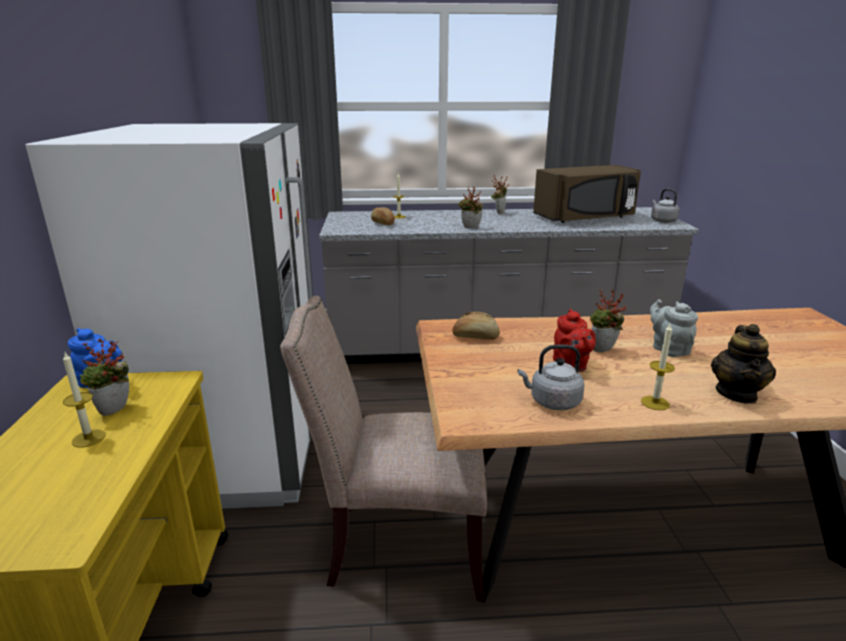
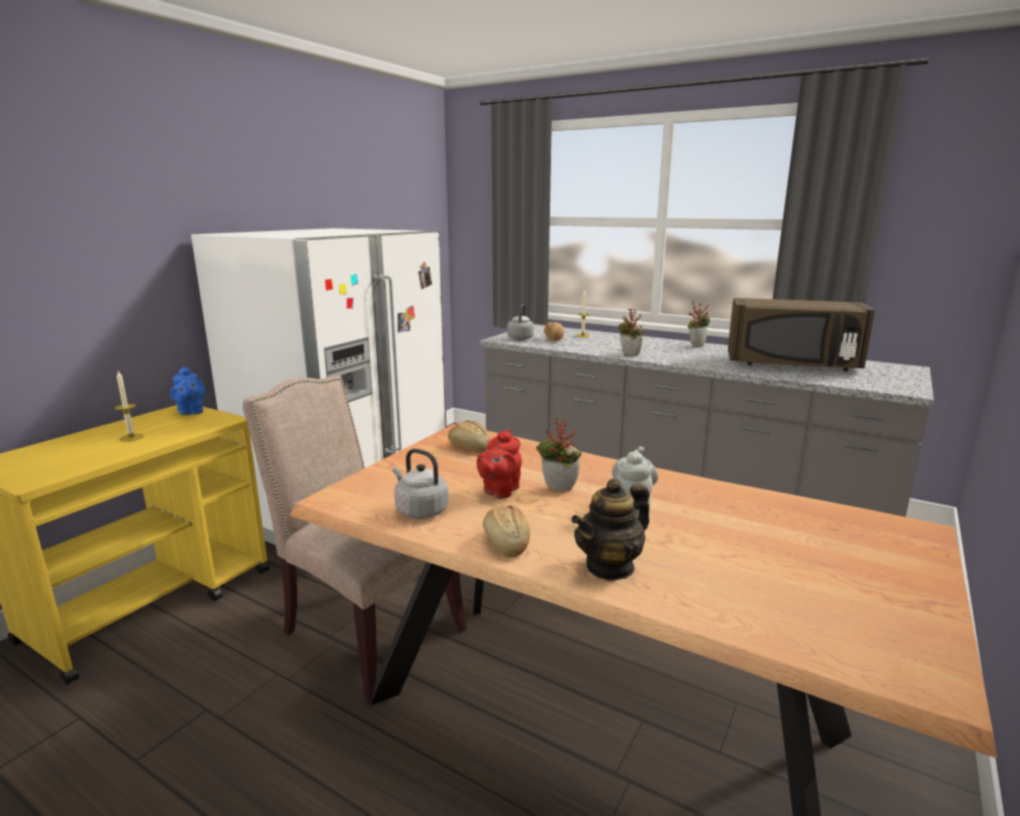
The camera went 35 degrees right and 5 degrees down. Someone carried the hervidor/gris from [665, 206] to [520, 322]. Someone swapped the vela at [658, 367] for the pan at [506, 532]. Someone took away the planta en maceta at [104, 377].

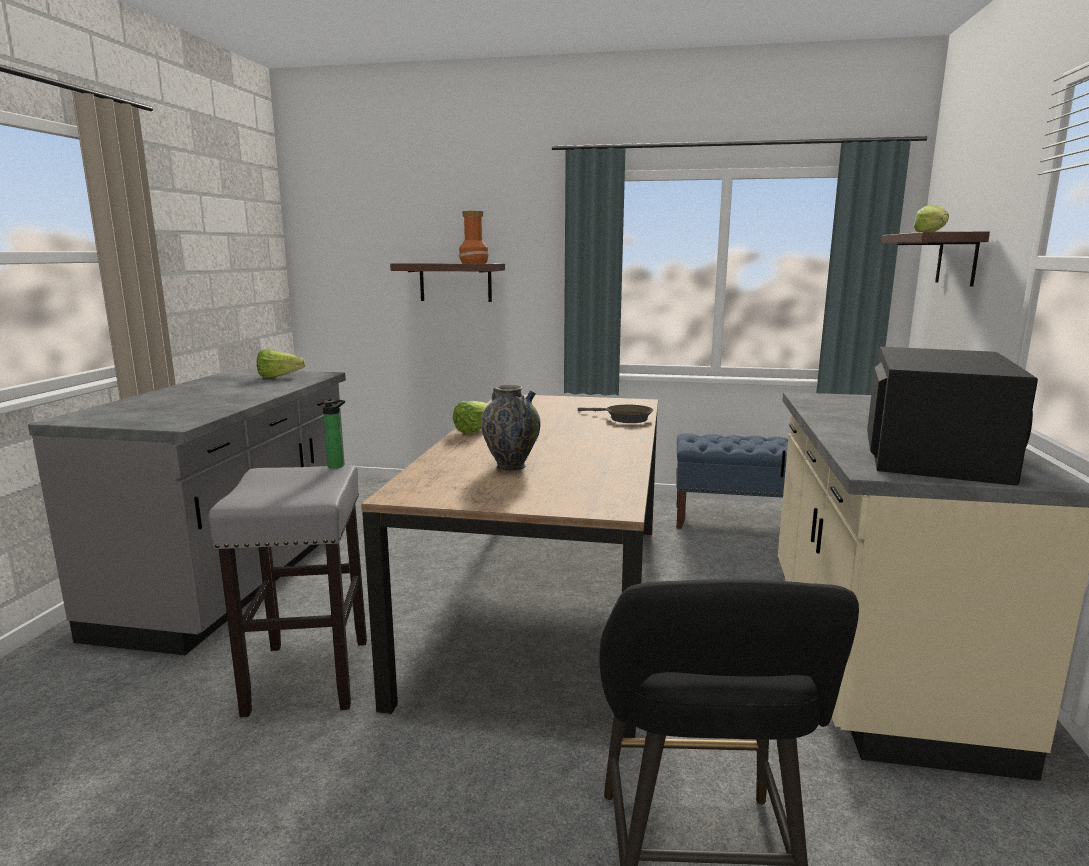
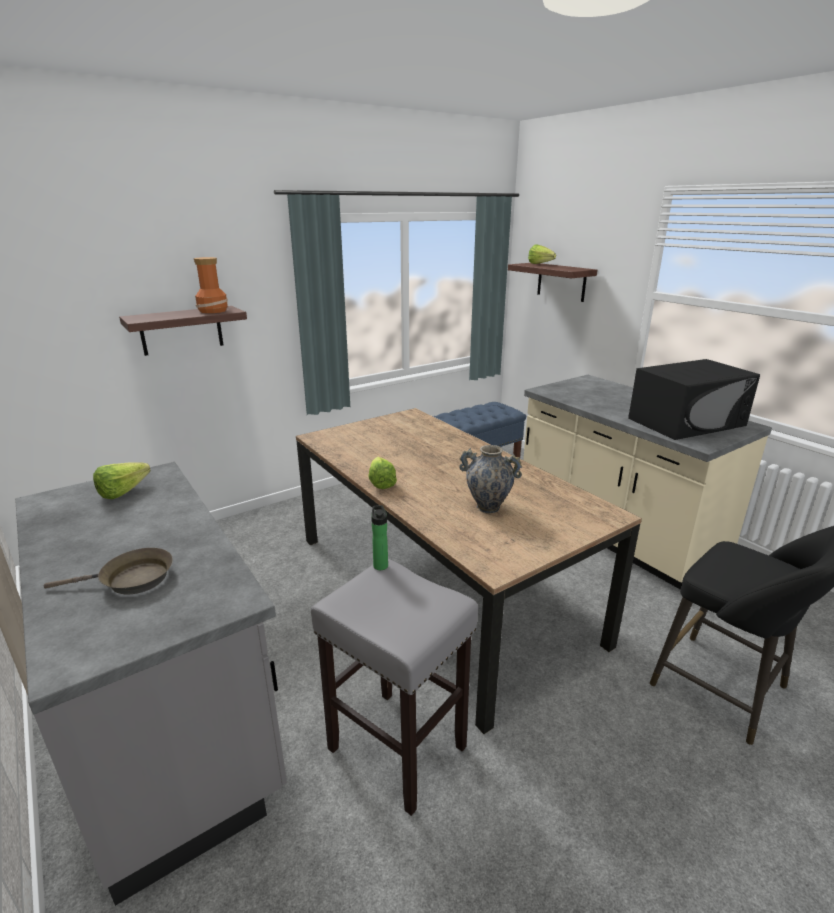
The camera went 45 degrees left and 10 degrees up. Someone rotated the microondas/negro at [952, 416] by 90 degrees clockwise. Someone carried the sartén/marrón from [615, 414] to [108, 571].

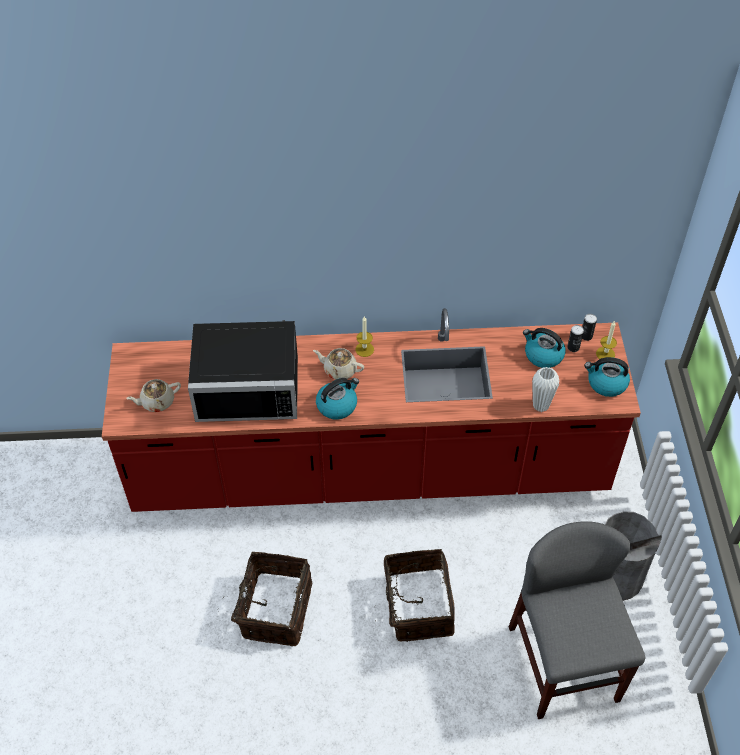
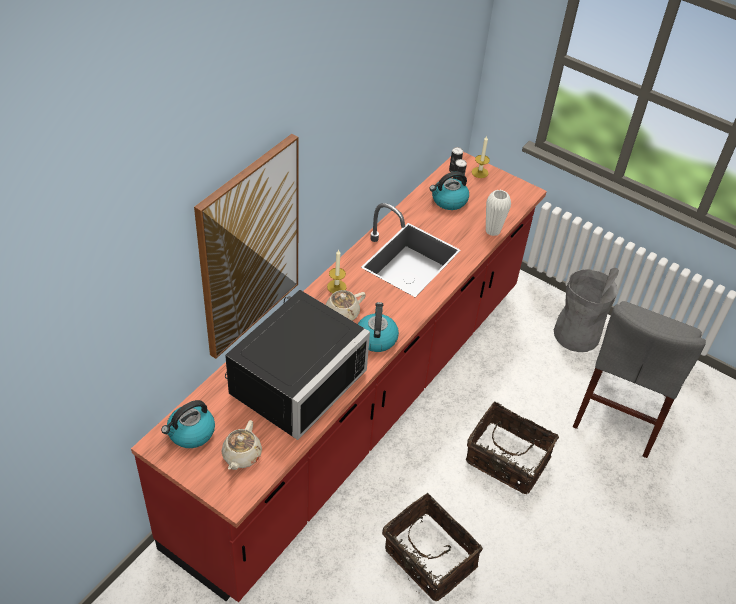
The camera went 55 degrees left and 5 degrees down. Someone carried the hervidor from [607, 377] to [188, 424]. Someone rotated the silla/gris at [577, 620] by 90 degrees counterclockwise. Someone put up the cuadro at [246, 246].

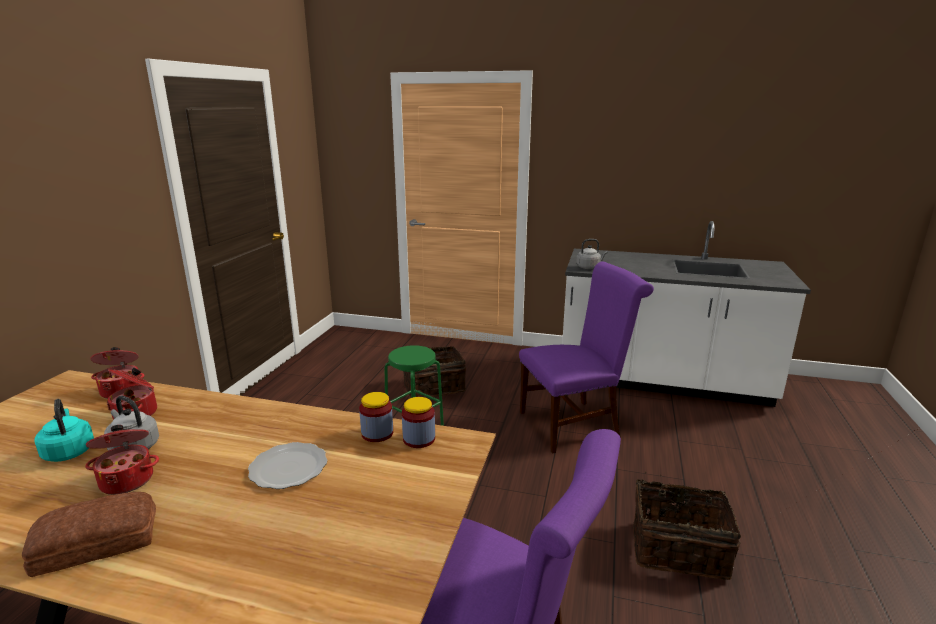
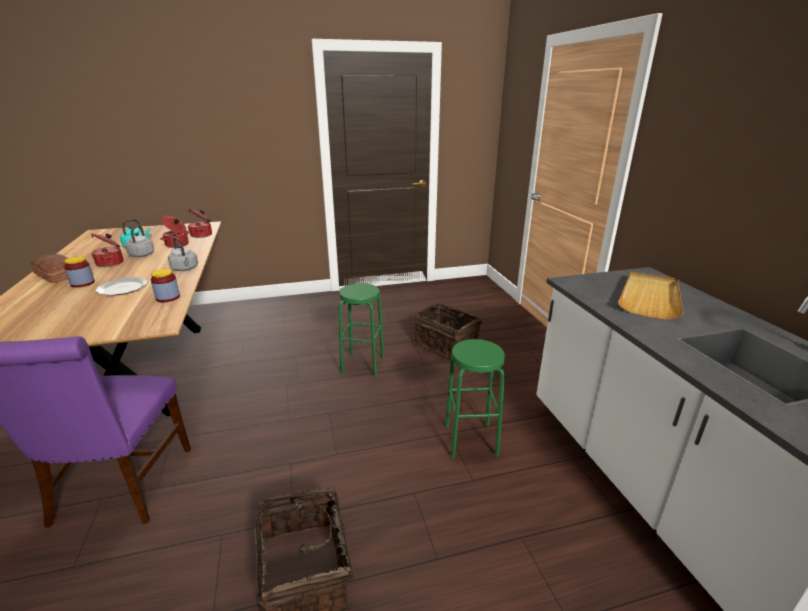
The camera went 60 degrees right and 5 degrees up. Someone carried the hervidor/gris from [592, 254] to [183, 254]. Someone swapped the silla/morado at [586, 357] for the taburete/verde at [475, 398]. Someone carried the tarro from [418, 422] to [79, 272]. Someone put down the bandeja/beis at [650, 296].

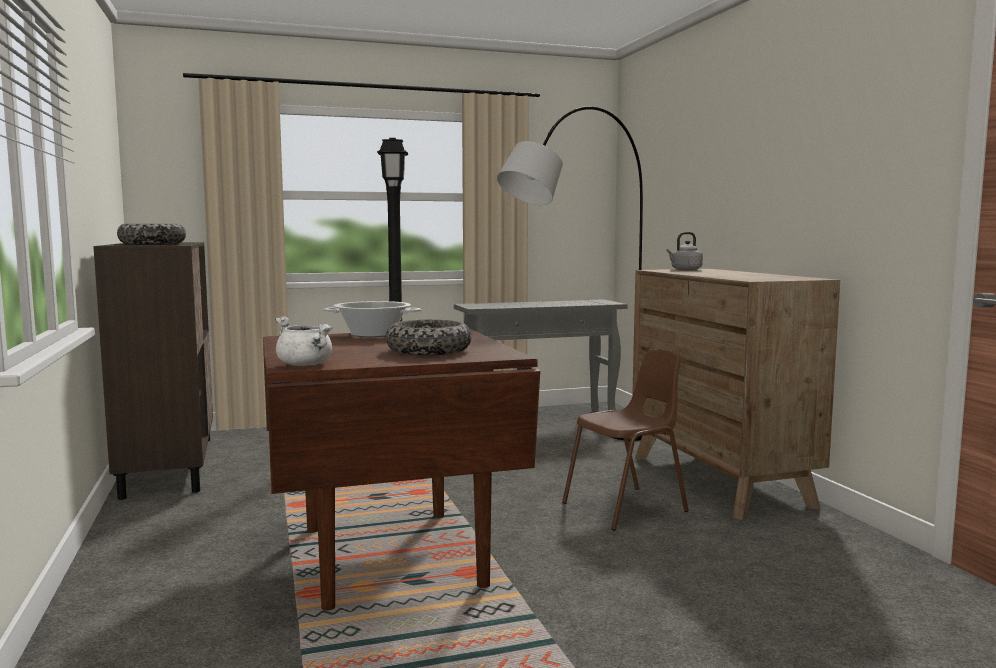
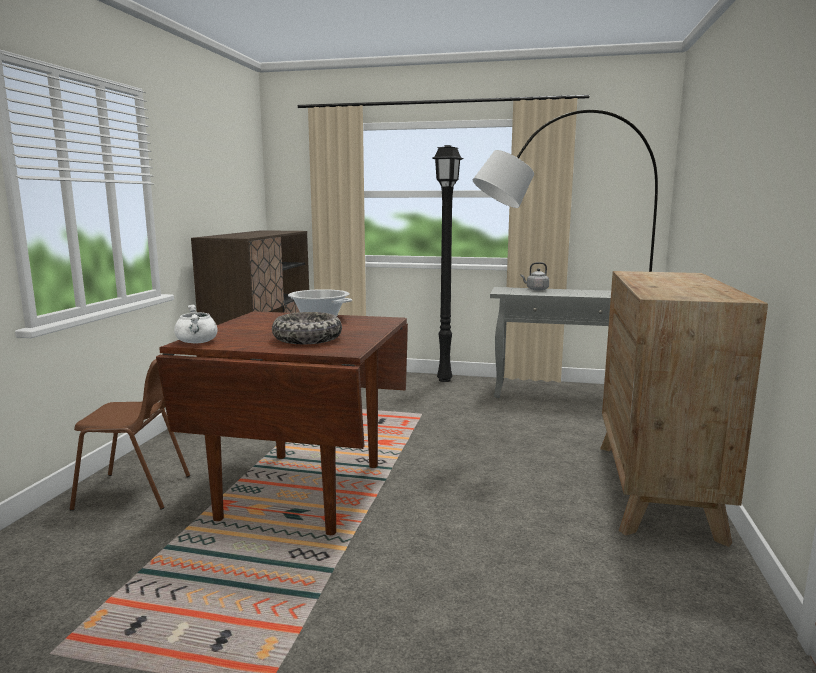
The camera went 30 degrees right and 5 degrees up. Someone took away the cuenco at [151, 234]. Someone carried the hervidor/gris from [684, 251] to [534, 276]. Someone carried the silla/marrón from [625, 440] to [130, 432].

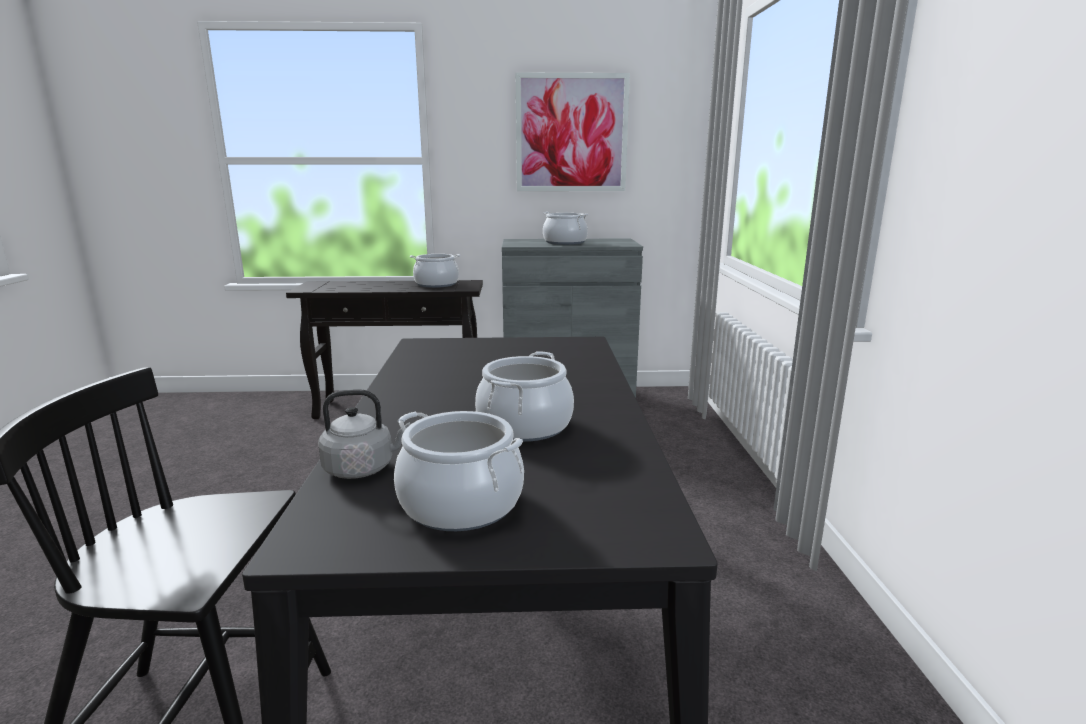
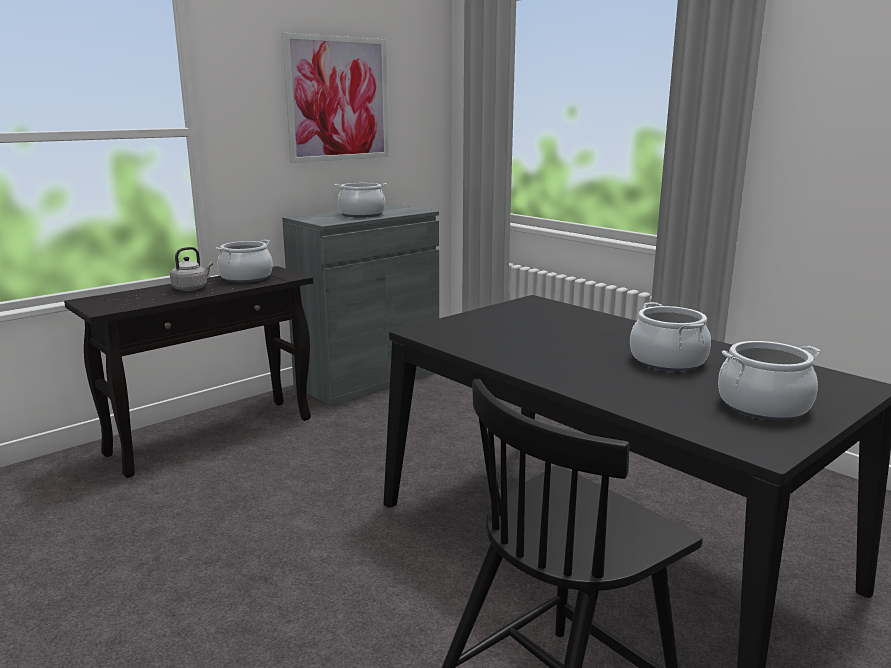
The camera went 40 degrees left and 0 degrees up. Someone carried the hervidor/gris from [364, 434] to [191, 269].

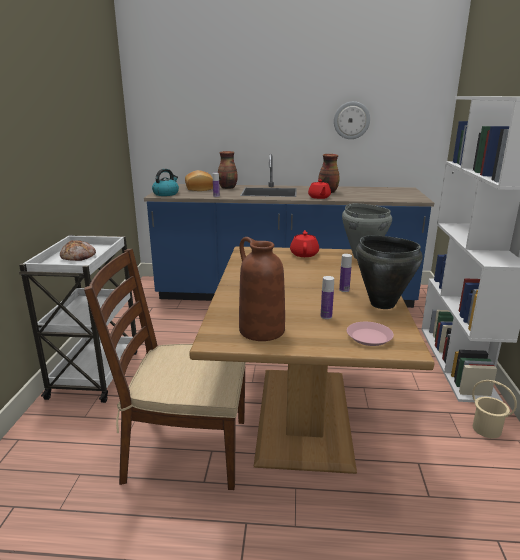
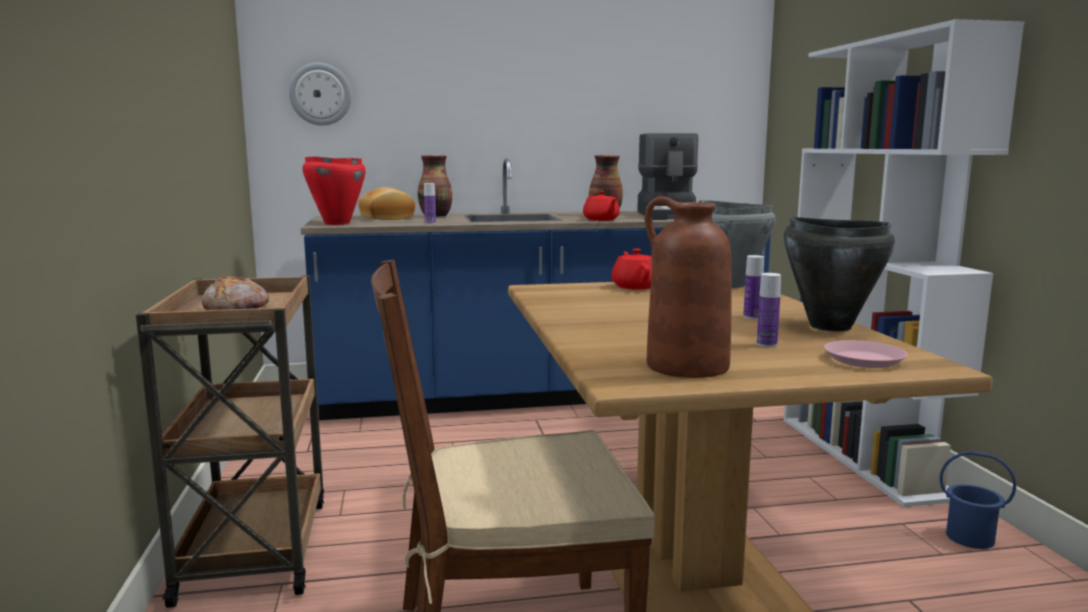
The camera went 15 degrees left and 10 degrees down. Someone carried the reloj de pared from [352, 120] to [320, 94]. Someone swapped the hervidor at [165, 182] for the olla/rojo at [334, 190]. Someone repainted the carrito/blanco at [78, 319], which became the carrito/marrón at [230, 441]. Someone repainted the cubo/beis at [494, 409], which became the cubo/azul at [978, 500]. Someone put down the cafetera at [667, 176].

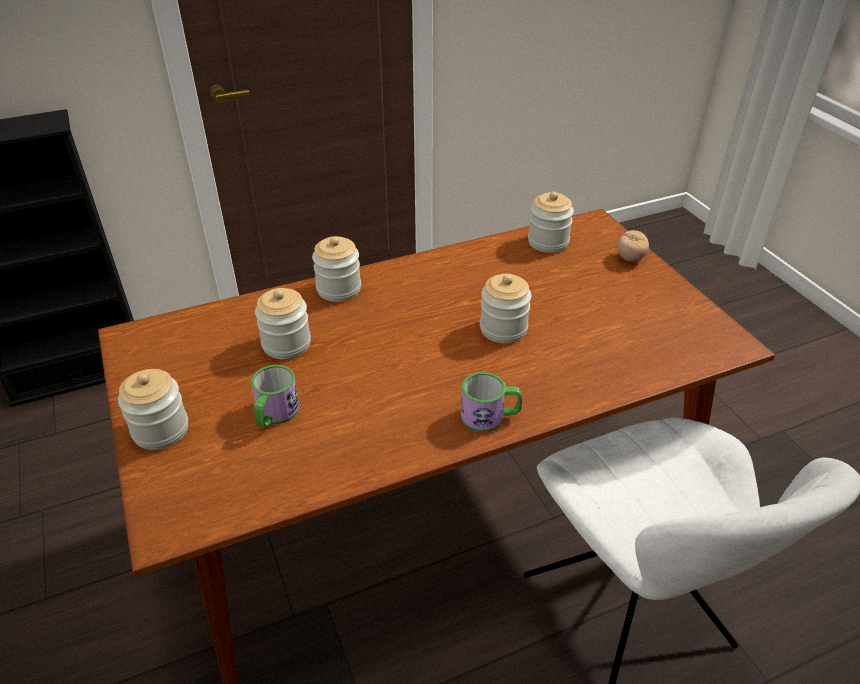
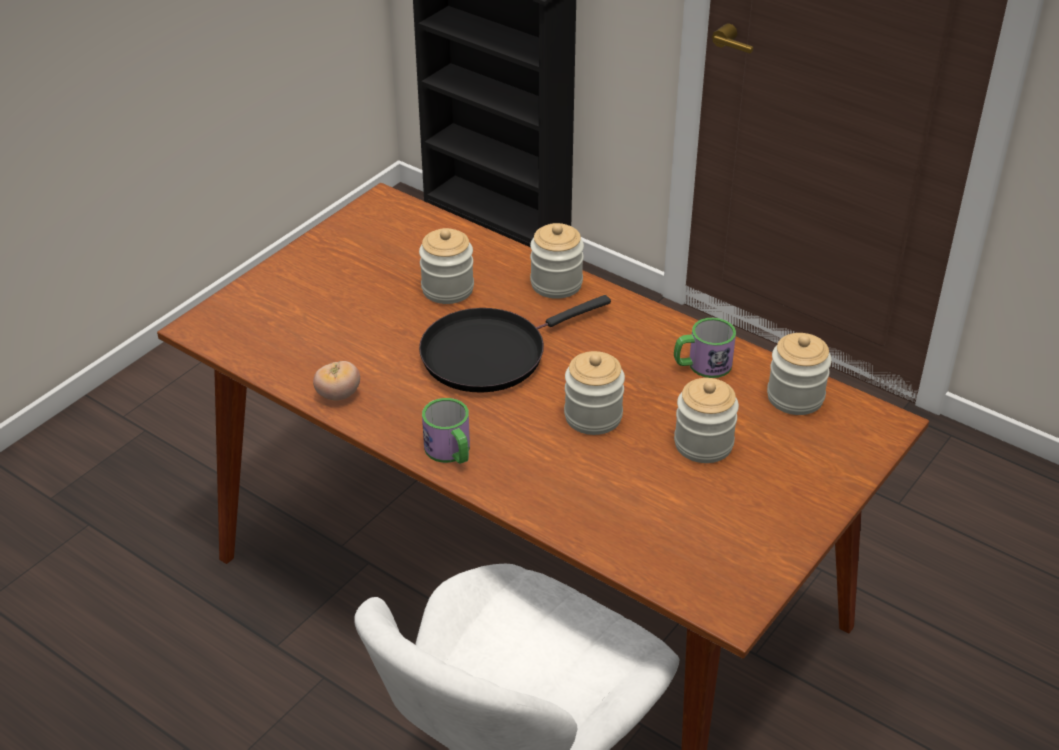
The camera went 60 degrees right and 0 degrees up. Someone carried the tomate from [633, 246] to [336, 381]. Someone carried the taza grande from [275, 396] to [705, 348]. Someone carried the tarro from [153, 409] to [706, 420]. Someone put down the sartén/negro at [515, 344].

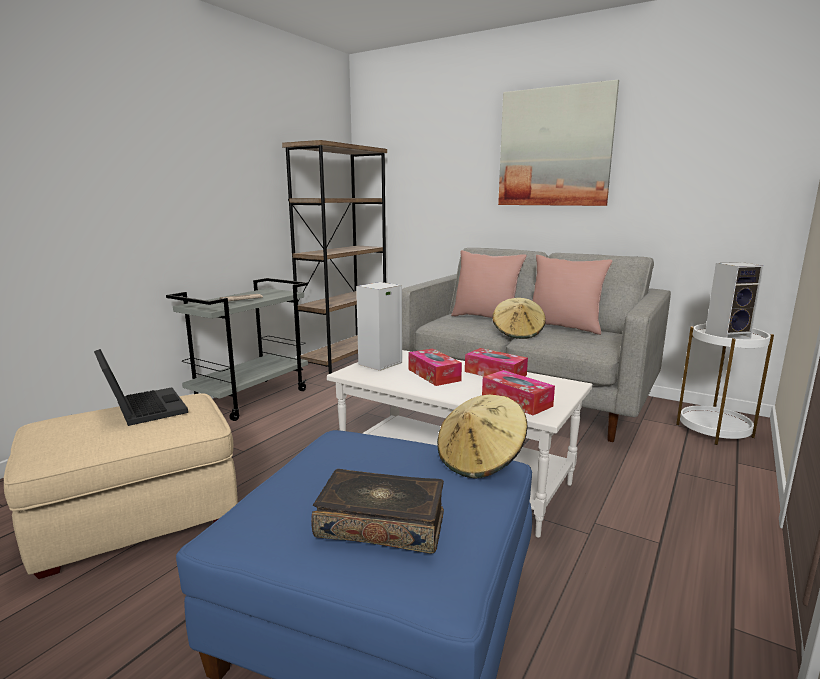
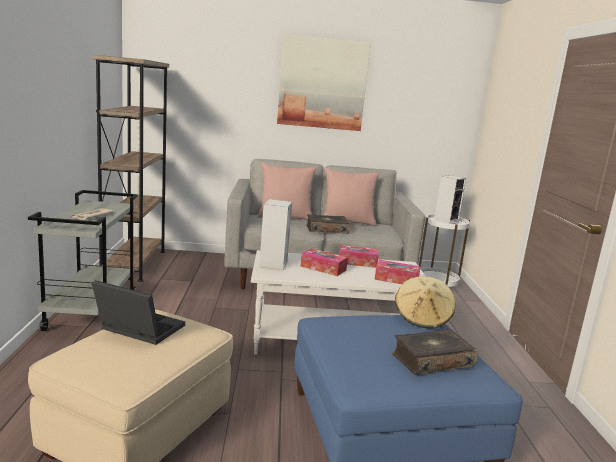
The camera went 35 degrees left and 0 degrees up. Someone swapped the sombrero/beis at [519, 318] for the libro at [328, 224].

